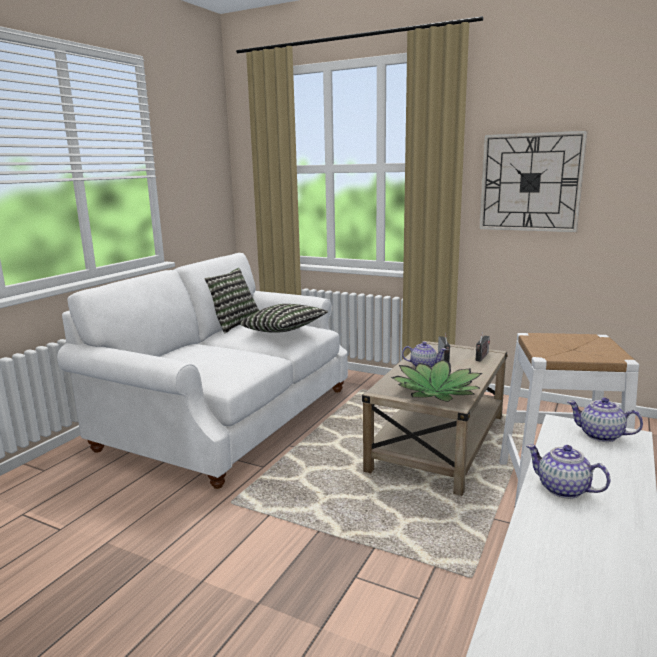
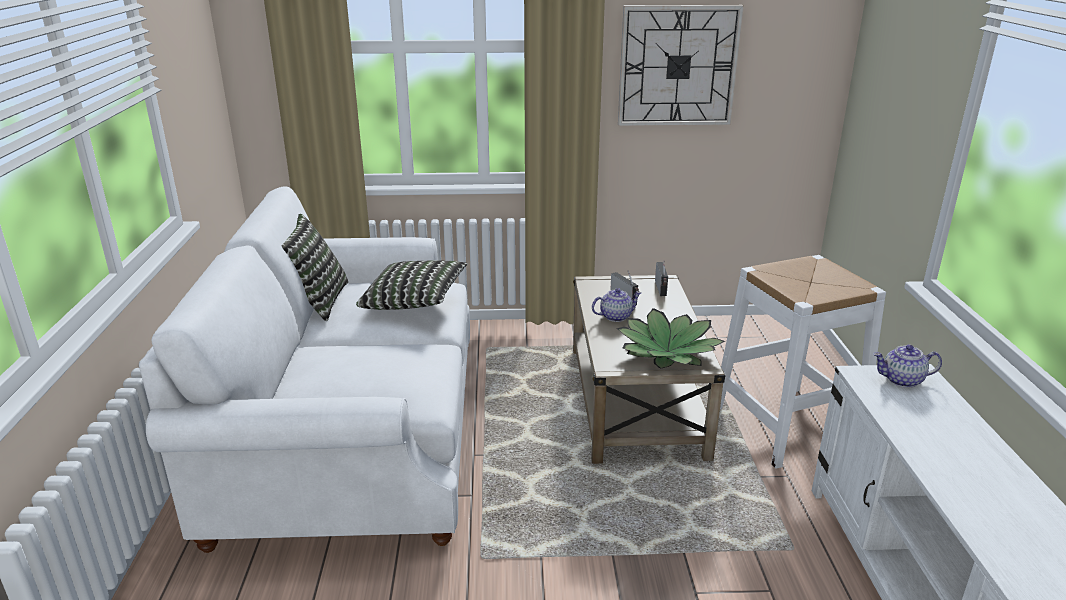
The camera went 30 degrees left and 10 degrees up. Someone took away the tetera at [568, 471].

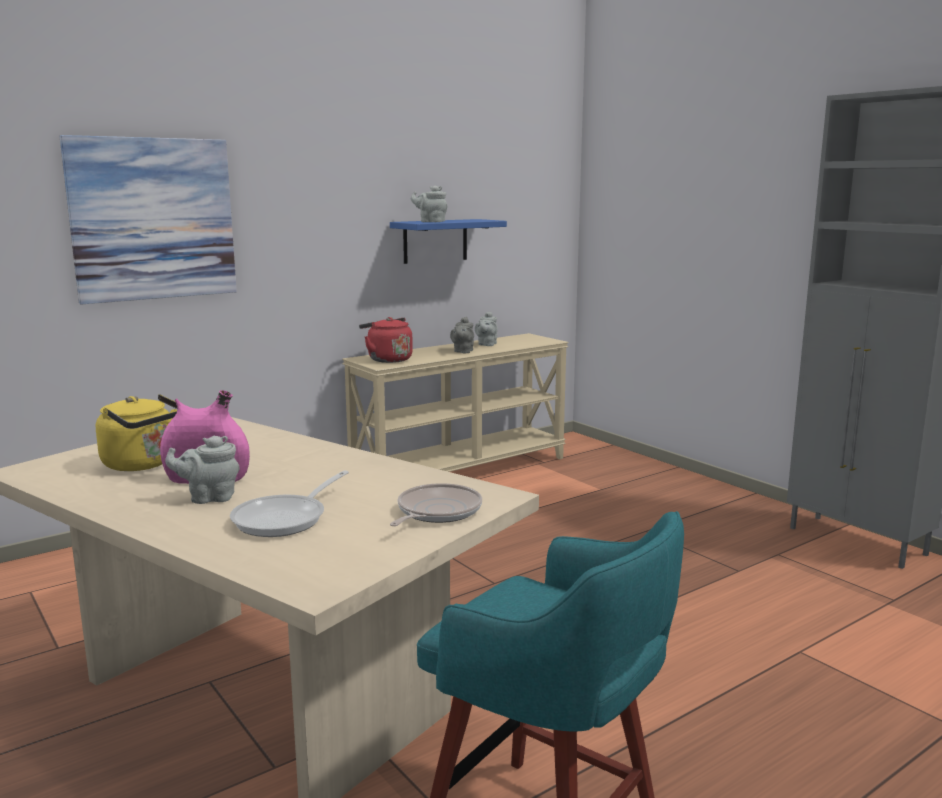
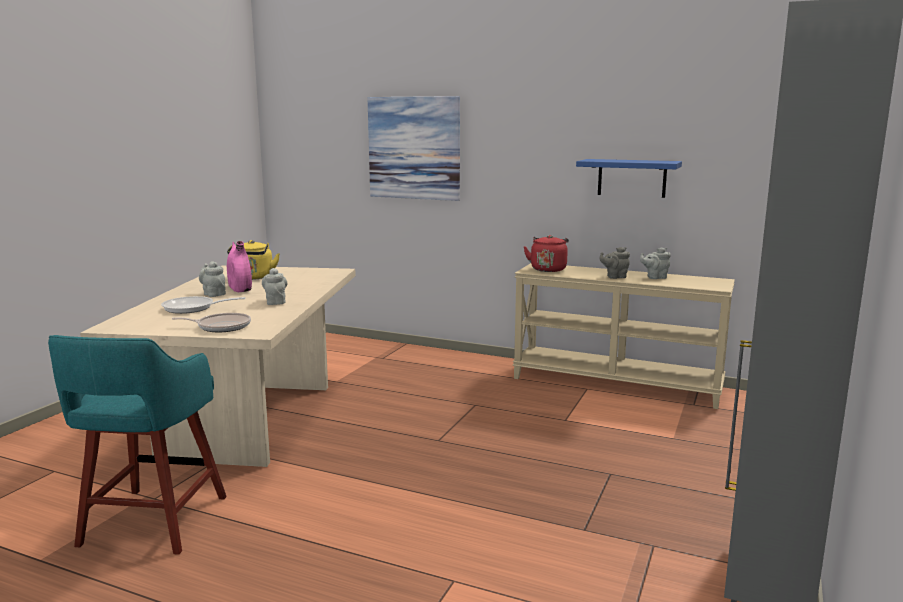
The camera went 60 degrees right and 0 degrees up. Someone carried the tetera/gris from [429, 203] to [275, 286].

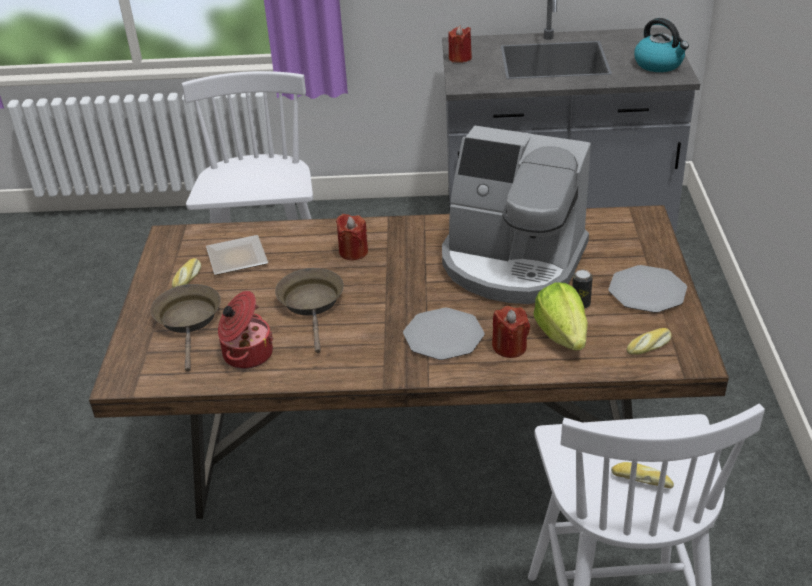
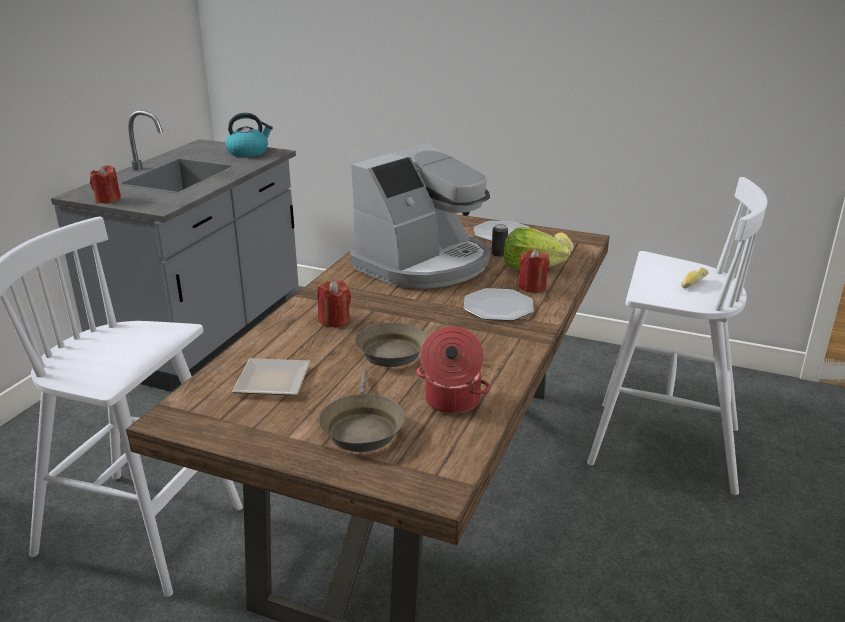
The camera went 70 degrees left and 10 degrees down. Someone took away the pan at [186, 273]. Someone rotated the sartén/marrón at [186, 328] by 105 degrees counterclockwise.

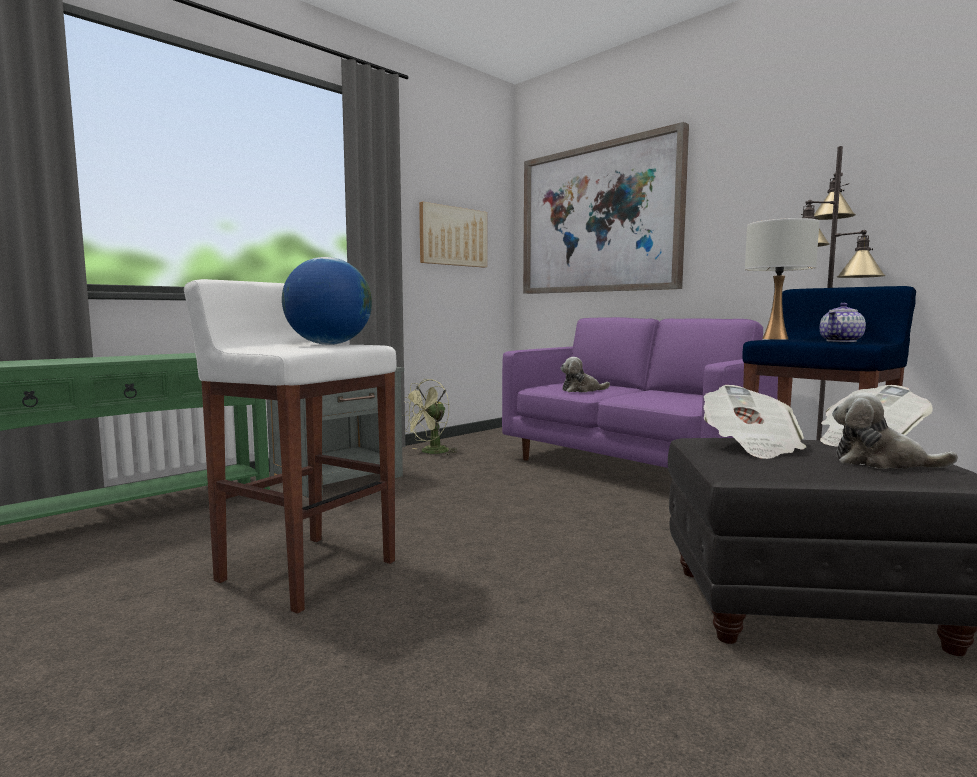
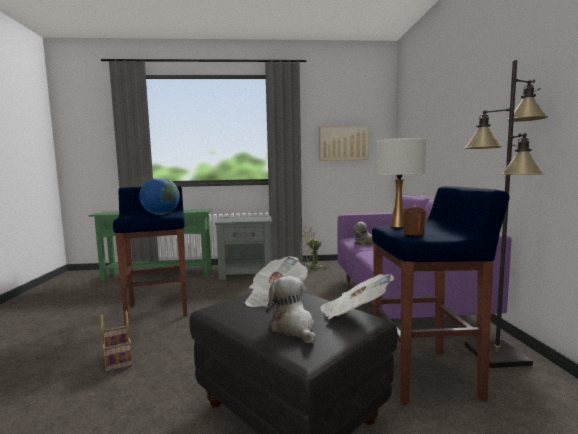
The camera went 40 degrees right and 0 degrees up. Someone took away the cuadro at [606, 208]. Someone repainted the taburete/blanco at [290, 446], which became the taburete/azul at [150, 255]. Someone swapped the tetera at [843, 322] for the vela/marrón at [414, 219]. Someone put down the cesta at [116, 341].

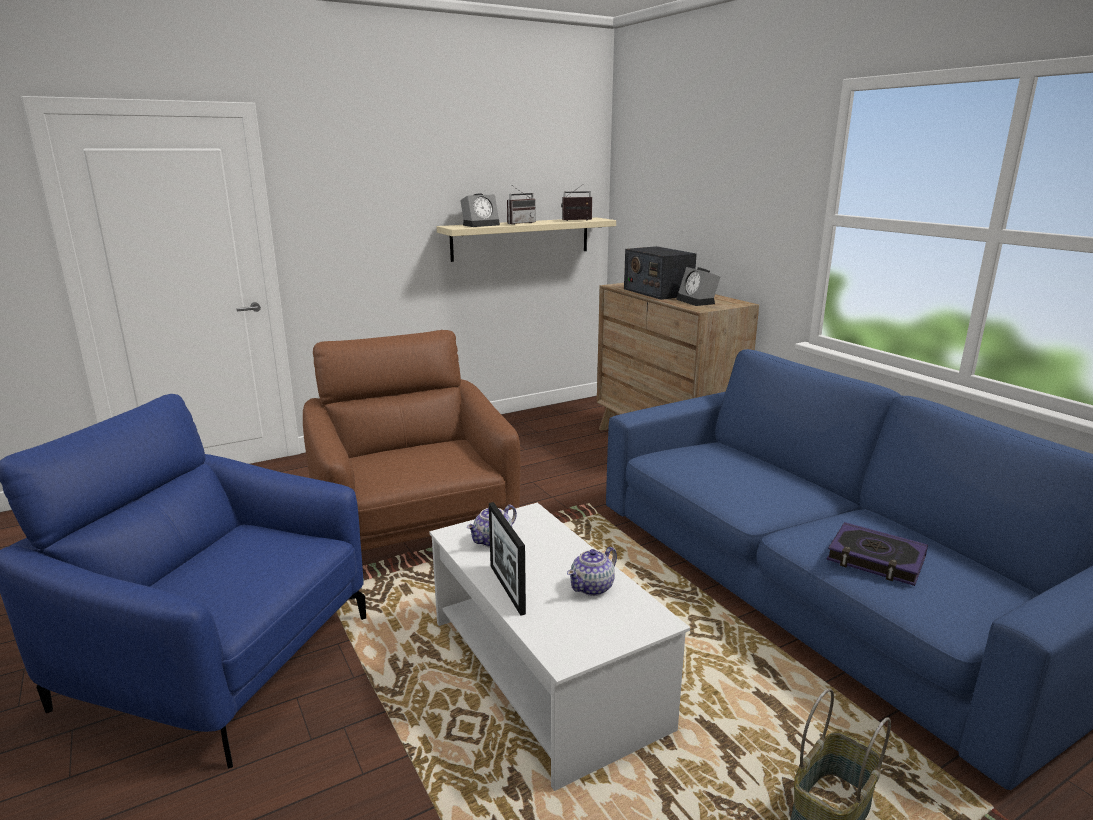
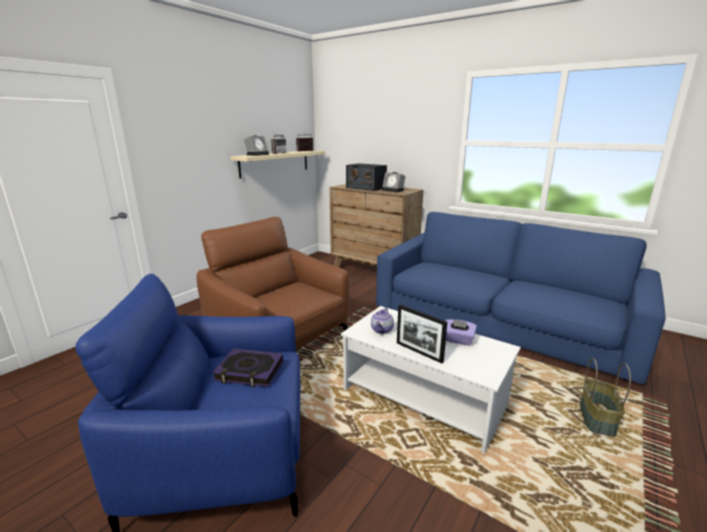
The camera went 25 degrees left and 0 degrees up. Someone carried the libro from [877, 554] to [247, 367]. Someone swapped the tetera at [592, 571] for the caja de pañuelos/morado at [461, 332].

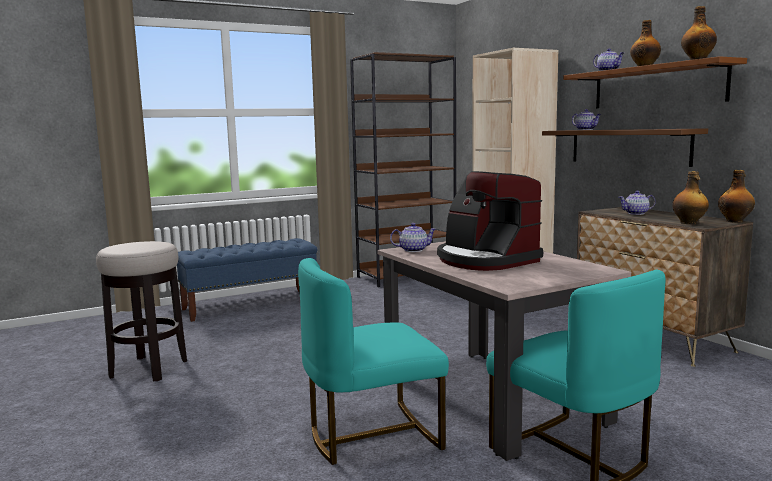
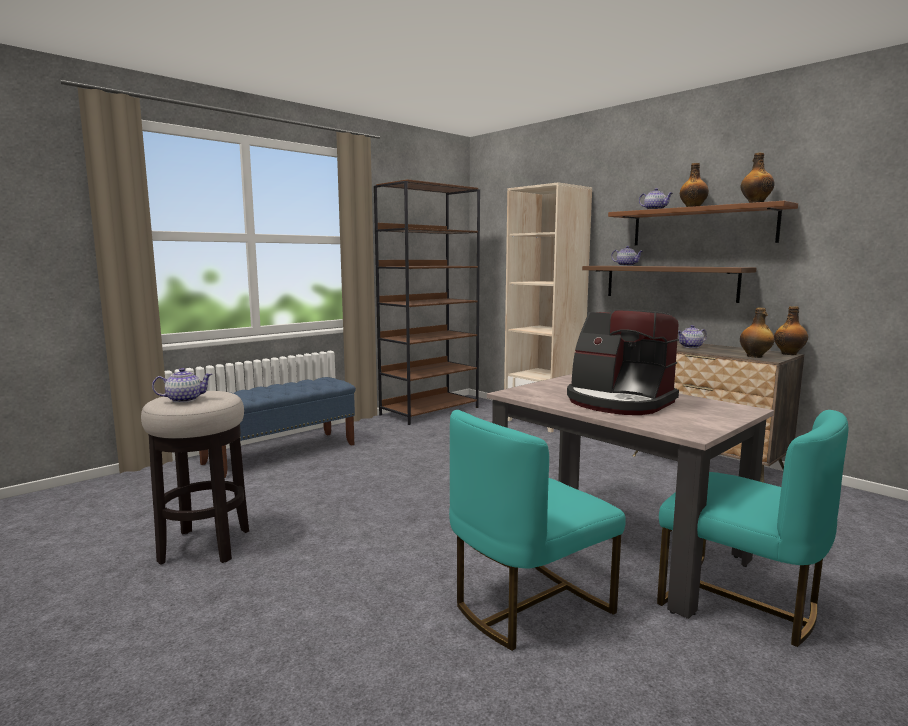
The camera went 15 degrees left and 0 degrees up. Someone carried the tetera from [413, 237] to [182, 385].

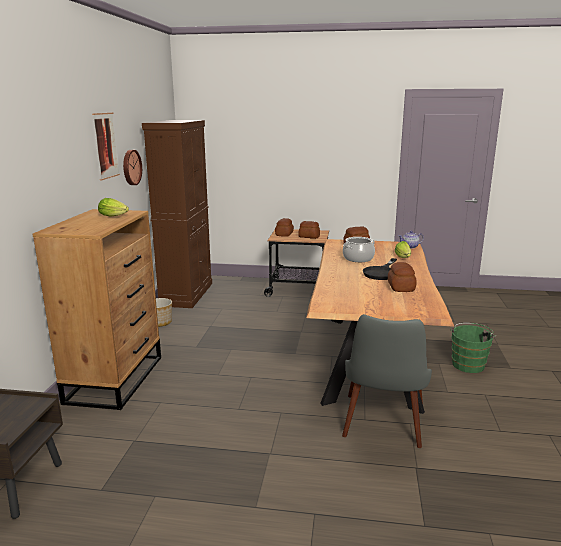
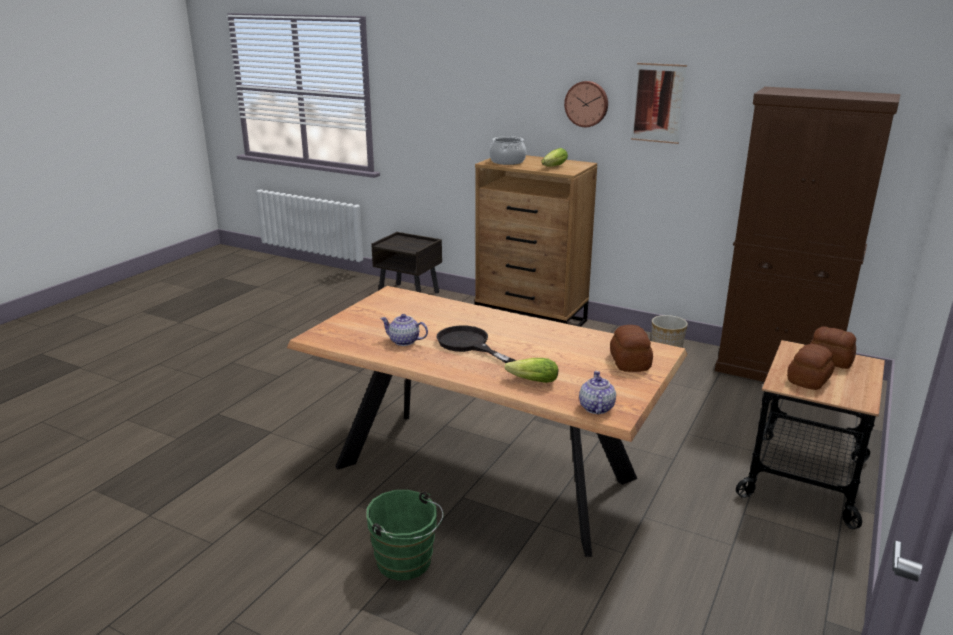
The camera went 110 degrees right and 5 degrees up. Someone carried the reloj de pared from [132, 167] to [586, 104]. Someone carried the olla from [359, 249] to [507, 150]. Someone swapped the pan at [402, 277] for the tetera at [404, 330]. Someone took away the silla/gris at [387, 381].

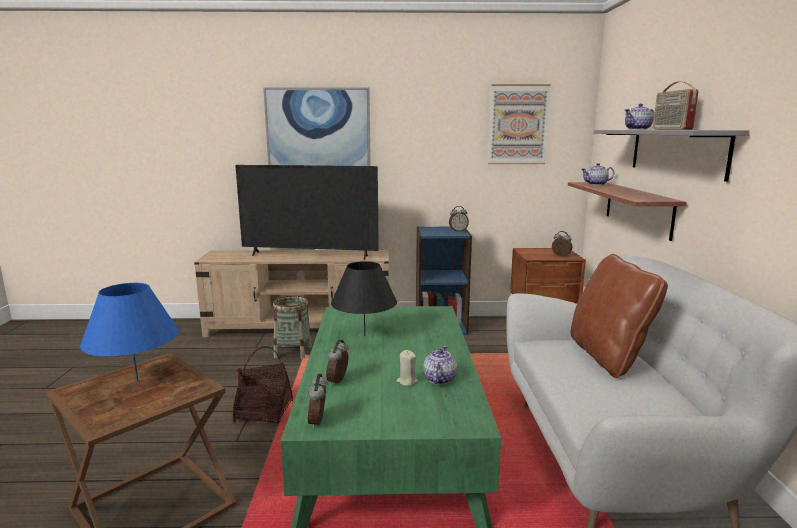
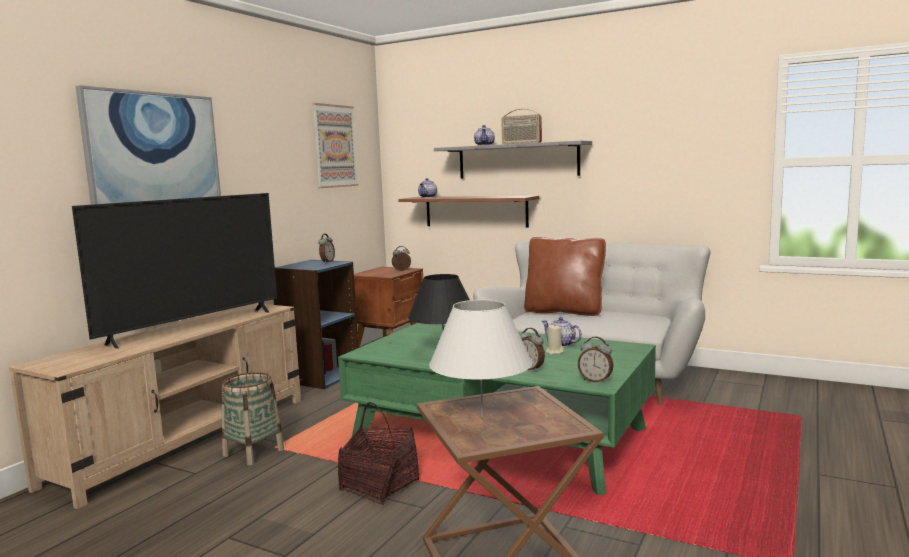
The camera went 60 degrees left and 5 degrees down. Someone repainted the lámpara de mesa/azul at [129, 332], which became the lámpara de mesa/blanco at [481, 358].

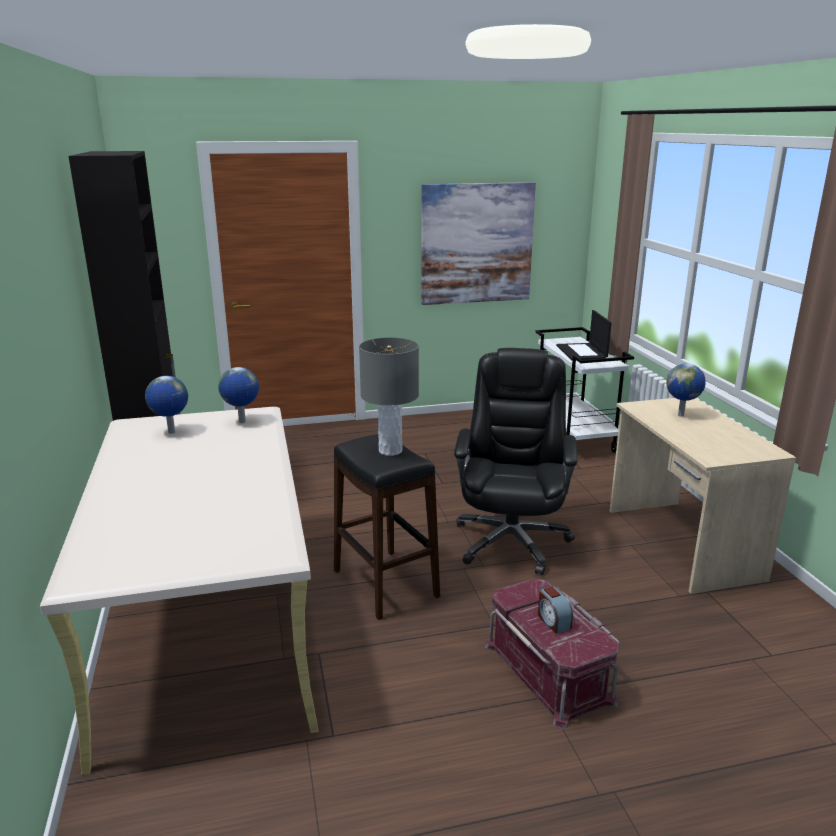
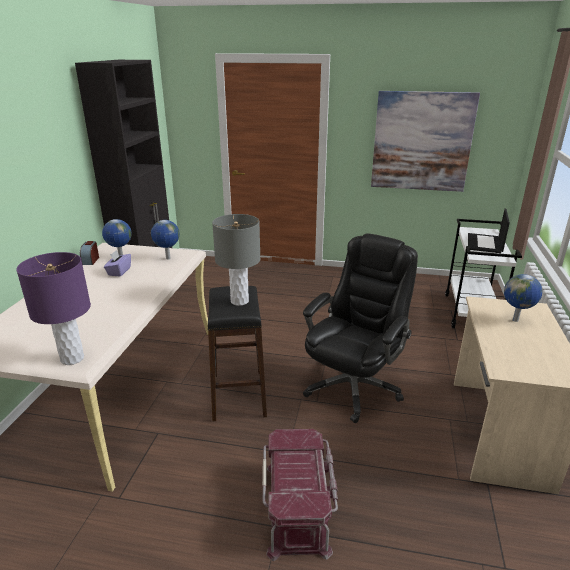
The camera went 25 degrees right and 5 degrees up. Someone carried the despertador from [555, 610] to [89, 253]. Someone put down the caja de pañuelos/morado at [117, 263]. Someone put down the lámpara de mesa/morado at [53, 308].

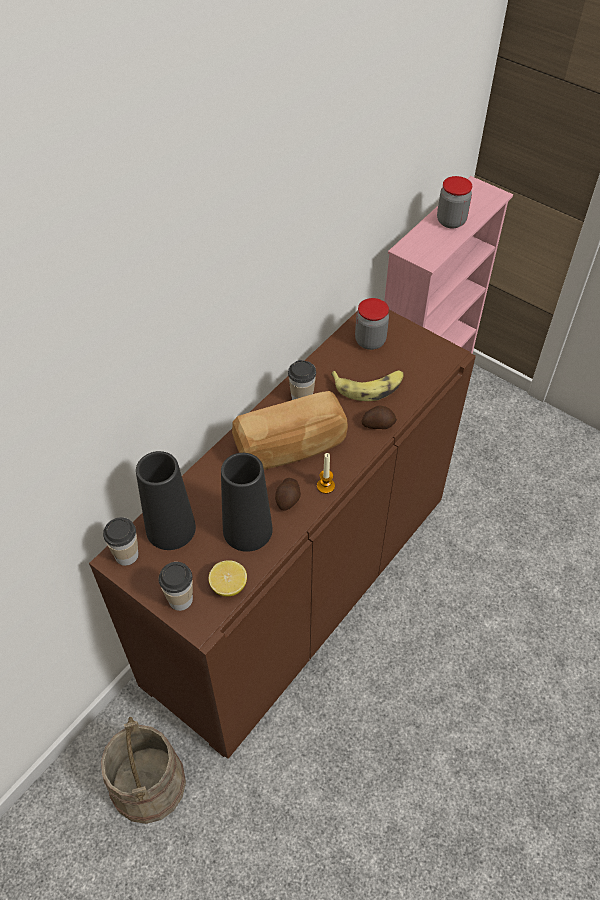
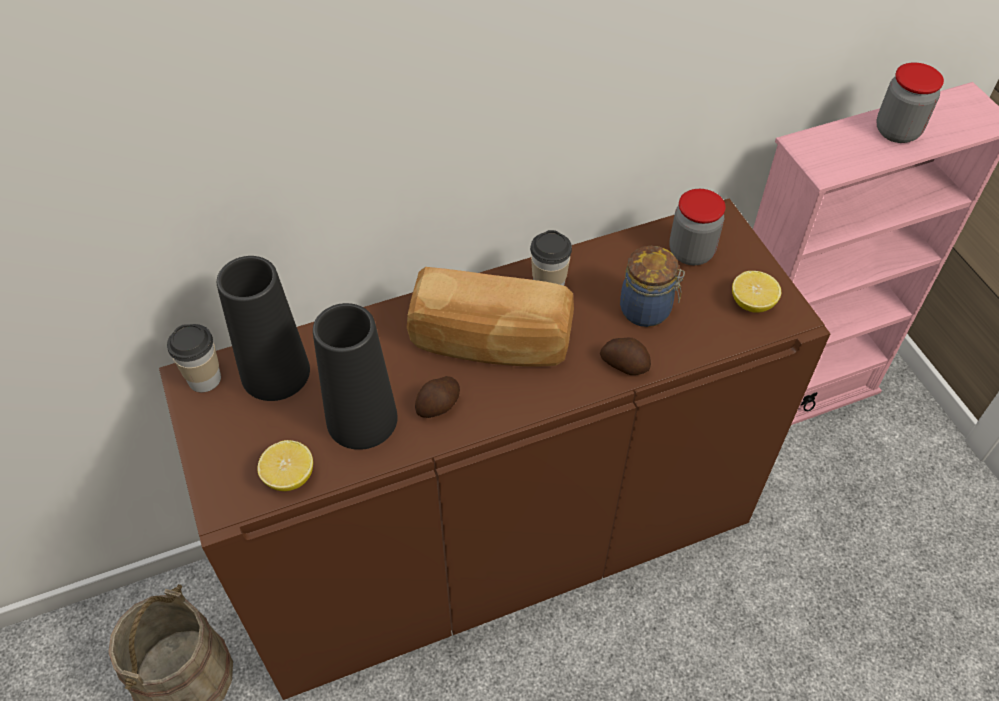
The camera went 30 degrees right and 0 degrees up. Someone swapped the plátano at [367, 385] for the tarro at [652, 286]. Someone took away the vela at [326, 473]. Someone took away the taza at [175, 586]. Someone put down the limón at [756, 292].

